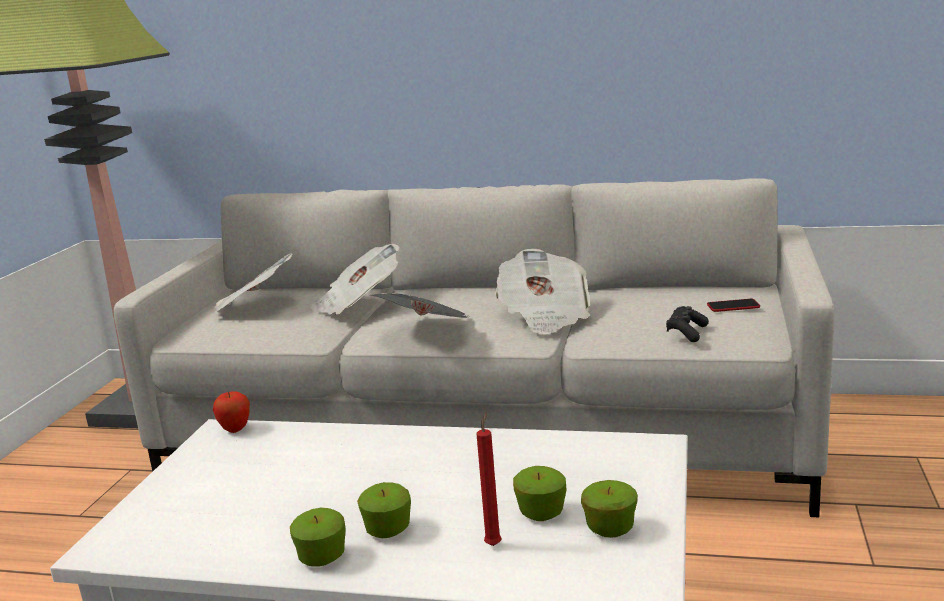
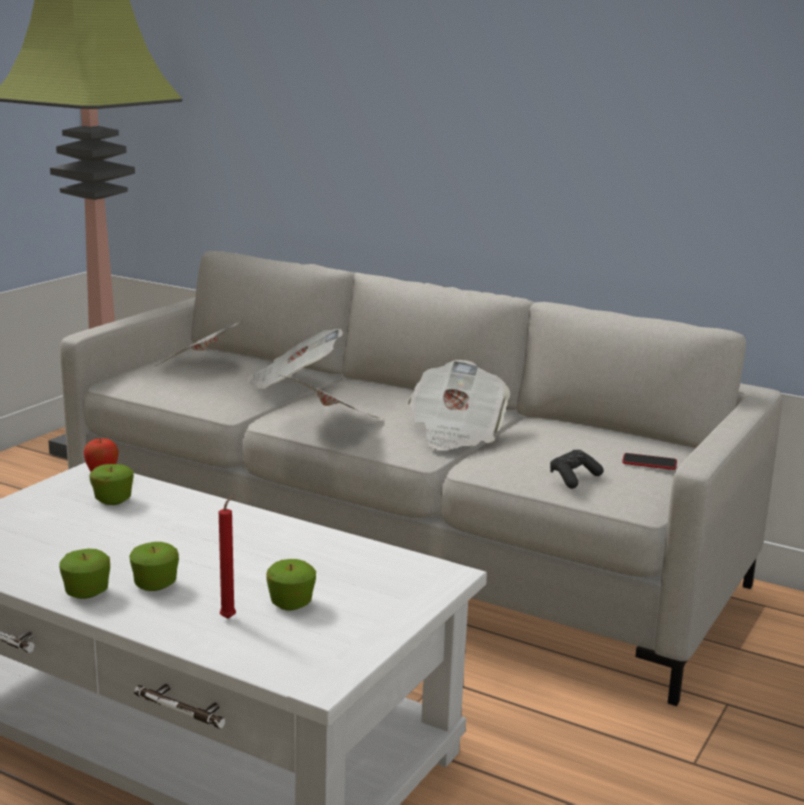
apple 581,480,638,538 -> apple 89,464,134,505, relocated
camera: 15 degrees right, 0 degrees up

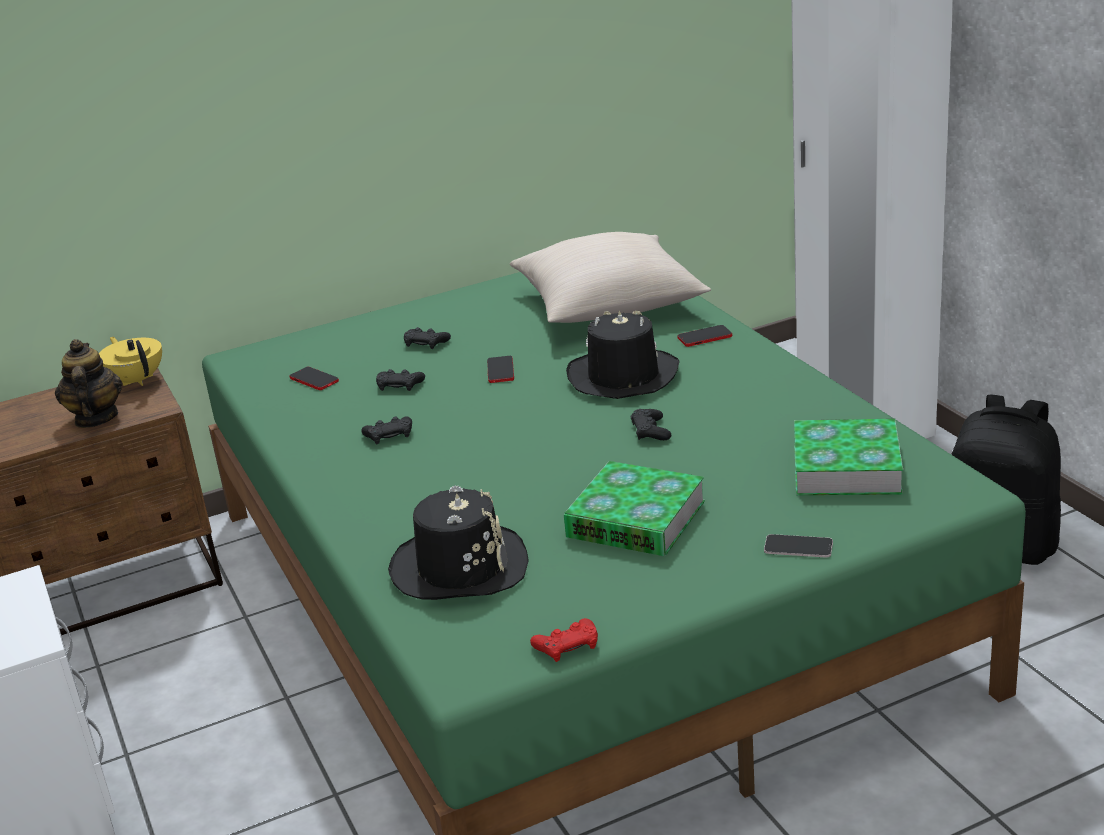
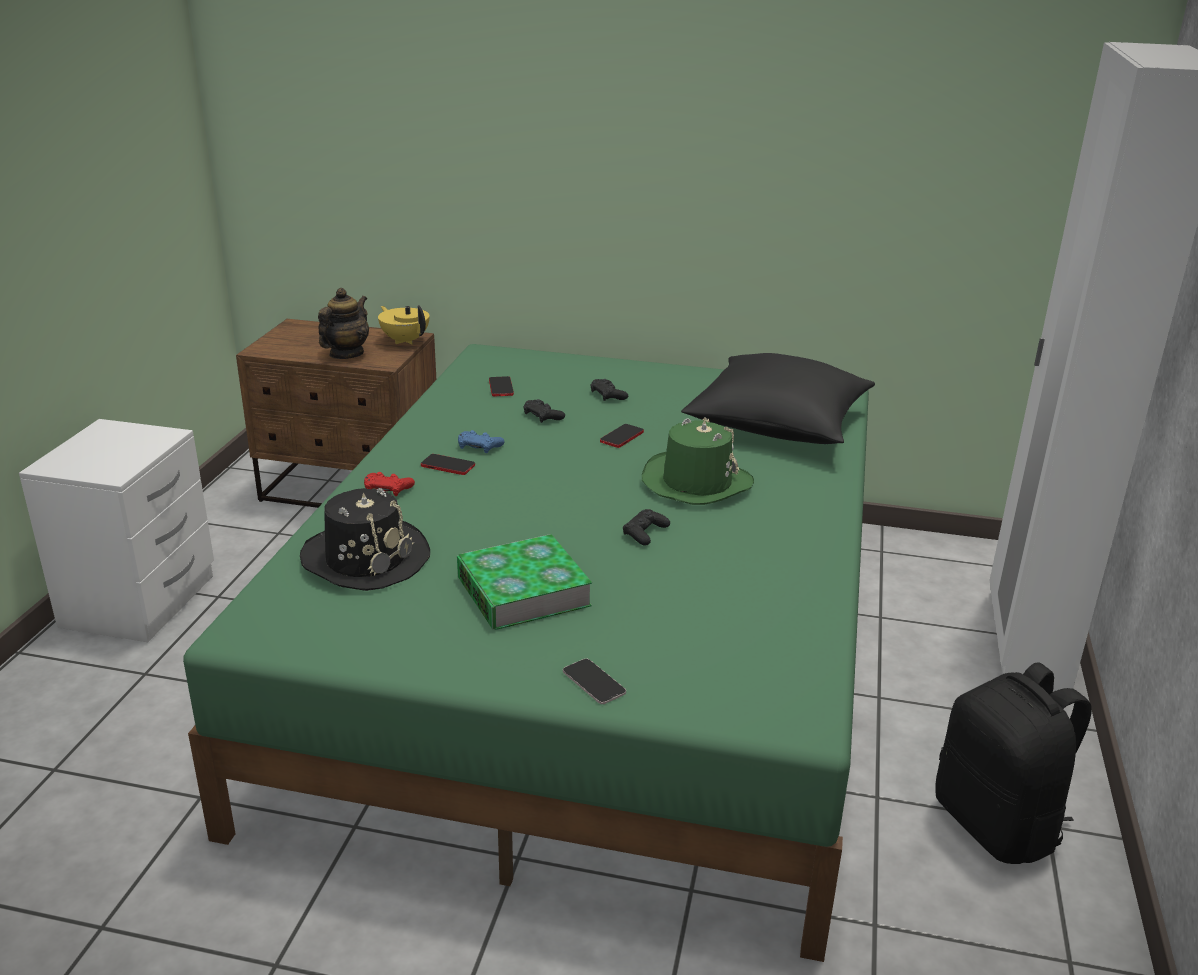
book 794,419,903,495 -> none
red_game_controller 530,618,598,662 -> red_game_controller 364,472,415,496, relocated
phone 677,325,732,347 -> phone 421,454,475,475, relocated
black_game_controller 361,416,412,444 -> blue_game_controller 458,430,505,453
beige_pillow 510,232,711,323 -> black_pillow 681,353,875,444
black_hat 566,310,680,399 -> green_hat 642,417,754,505
yellow_teapot 99,337,162,386 -> yellow_teapot 378,305,429,345, 45 degrees counterclockwise
camera: 35 degrees right, 0 degrees up

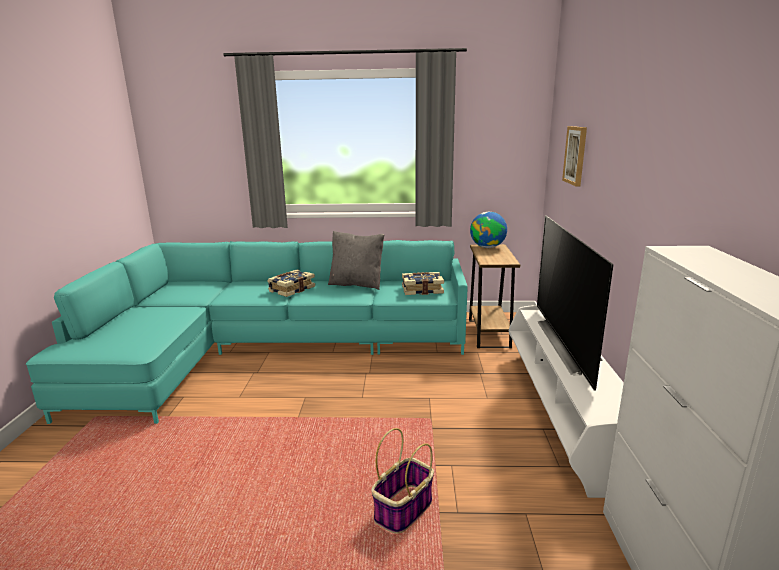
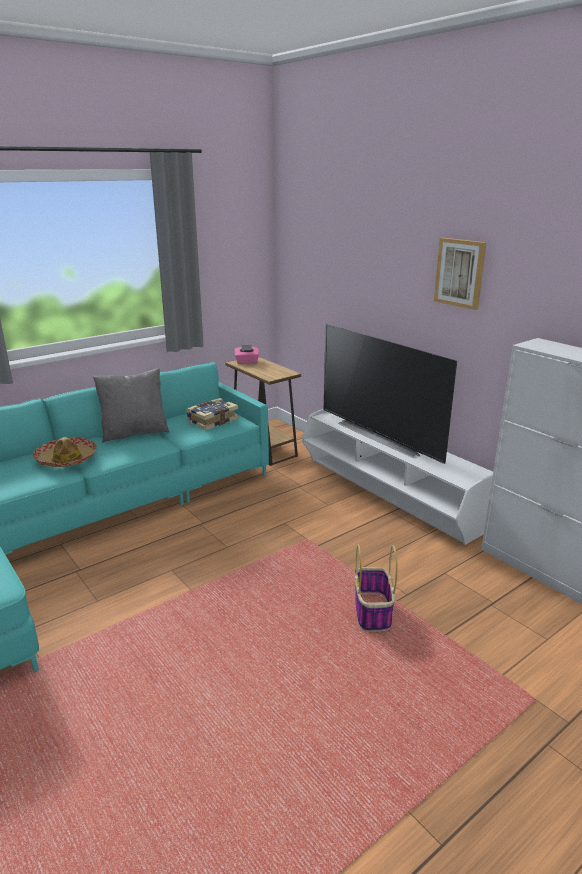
picture 562,126,587,186 -> picture 434,238,487,310, relocated
book 267,270,315,297 -> hat 33,437,97,467
globe 470,212,507,248 -> pink_tissue_box 234,345,259,364
camera: 40 degrees left, 5 degrees up

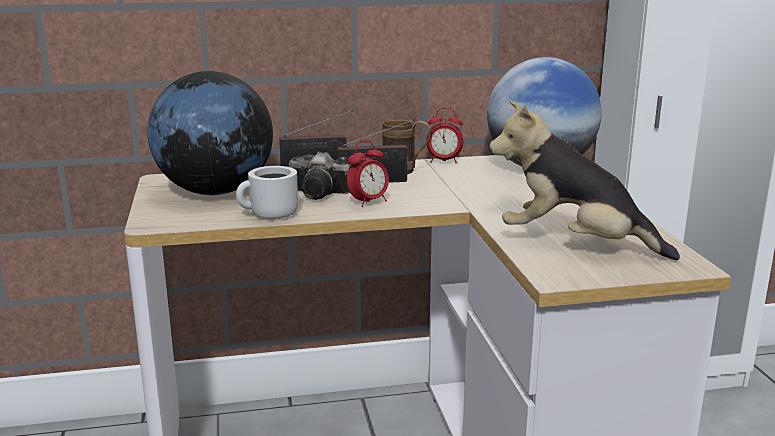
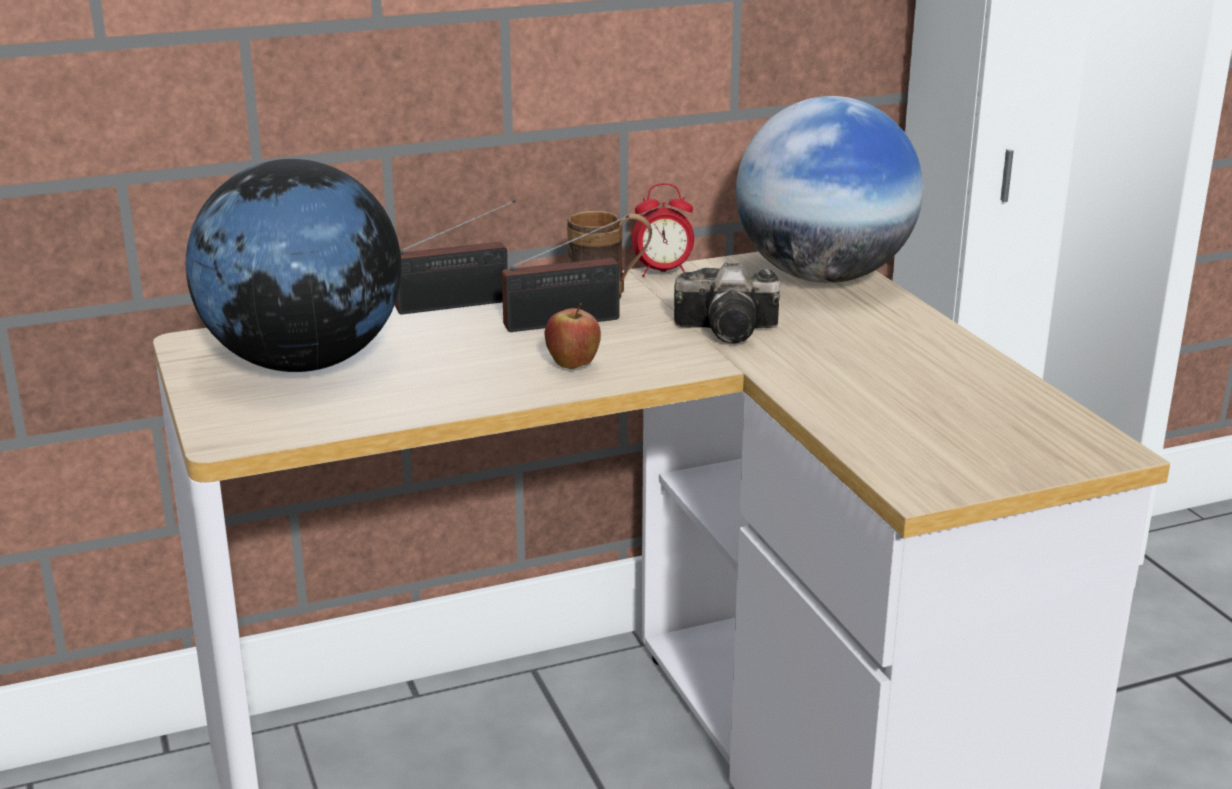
white_mug 236,166,298,219 -> none
plush_toy 489,100,680,260 -> none
photo_camera 289,152,351,200 -> photo_camera 674,262,780,343, relocated
alarm_clock 347,140,389,207 -> apple 544,303,601,369
camera: 10 degrees left, 5 degrees up

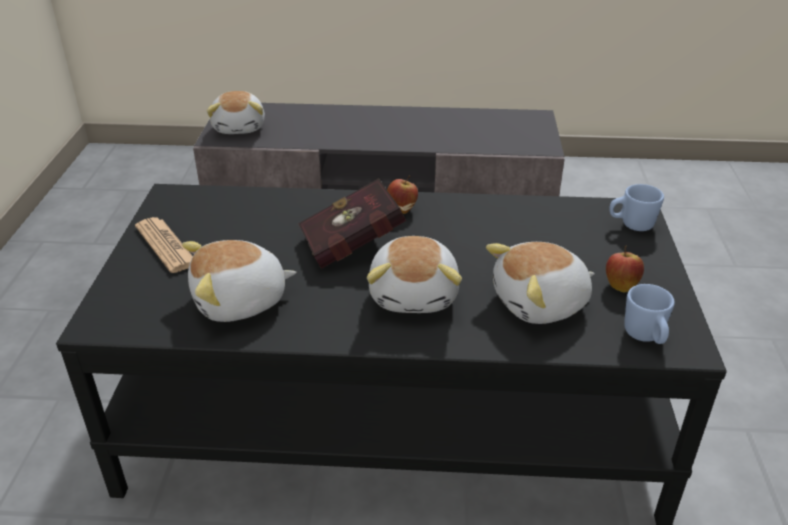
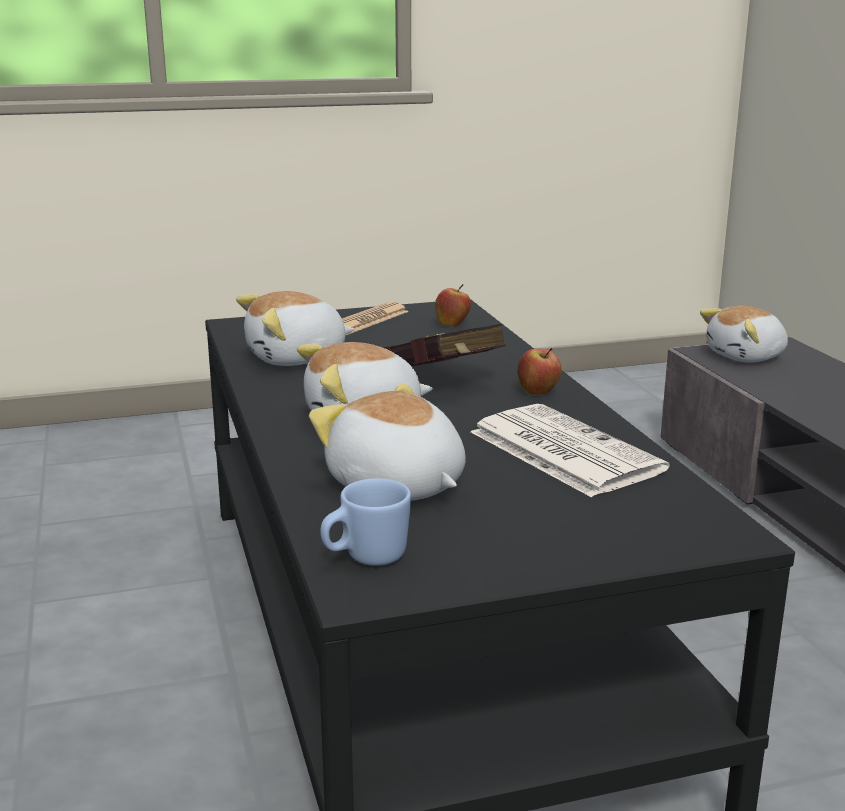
blue_mug 609,184,664,231 -> none
none -> newspaper 471,404,669,497
apple 606,246,644,292 -> apple 435,284,471,327, relocated
plush_toy 182,240,297,322 -> plush_toy 236,291,354,366, 75 degrees counterclockwise
camera: 70 degrees right, 15 degrees down

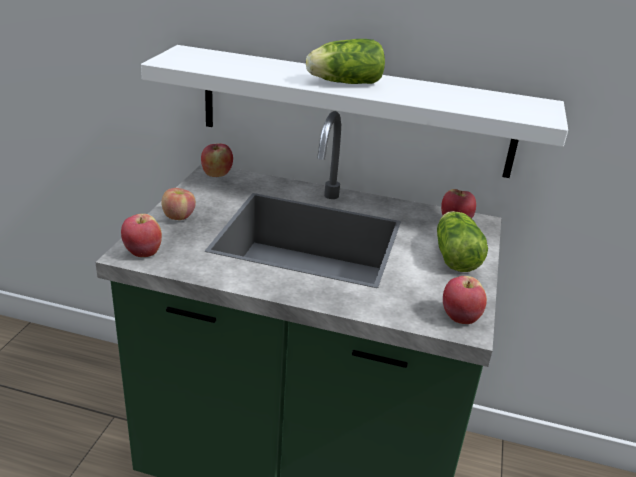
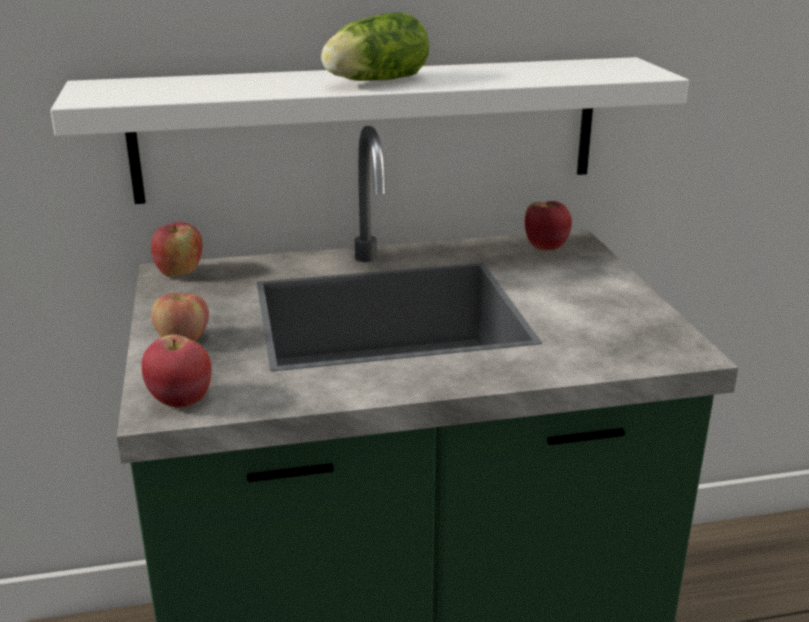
lettuce 437,211,488,272 -> none
apple 443,276,487,324 -> none
camera: 25 degrees left, 5 degrees down

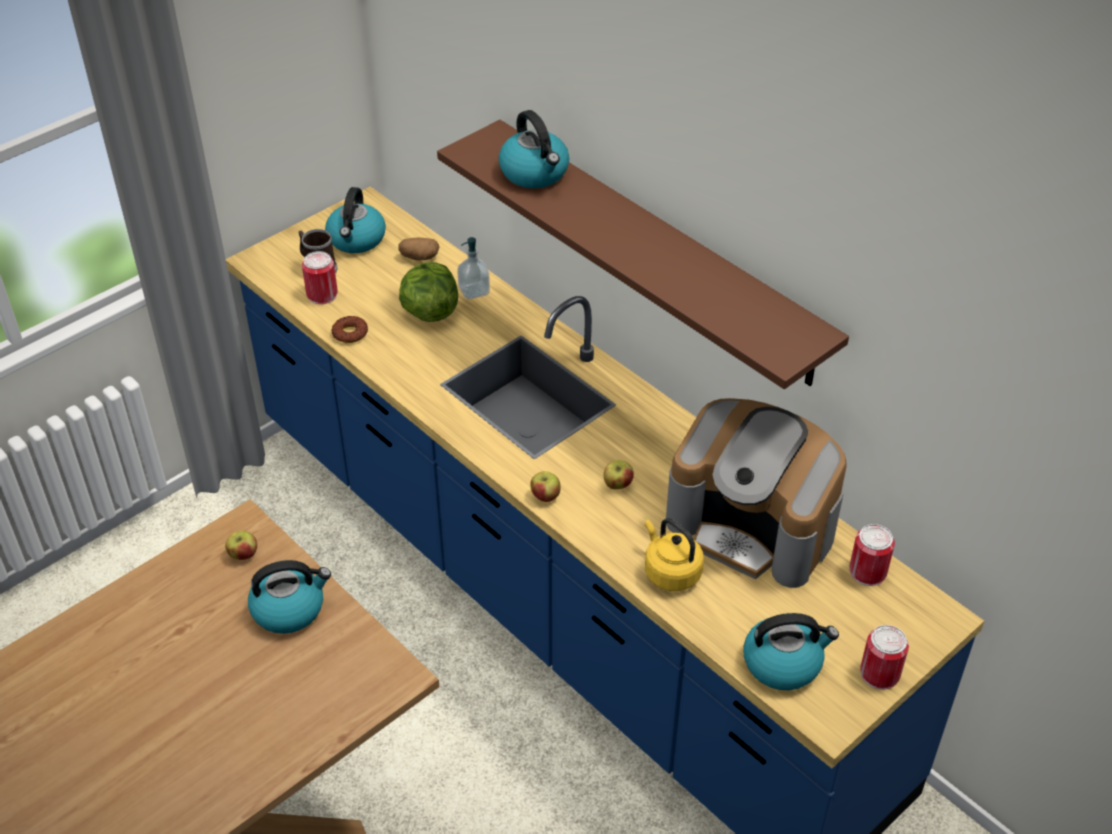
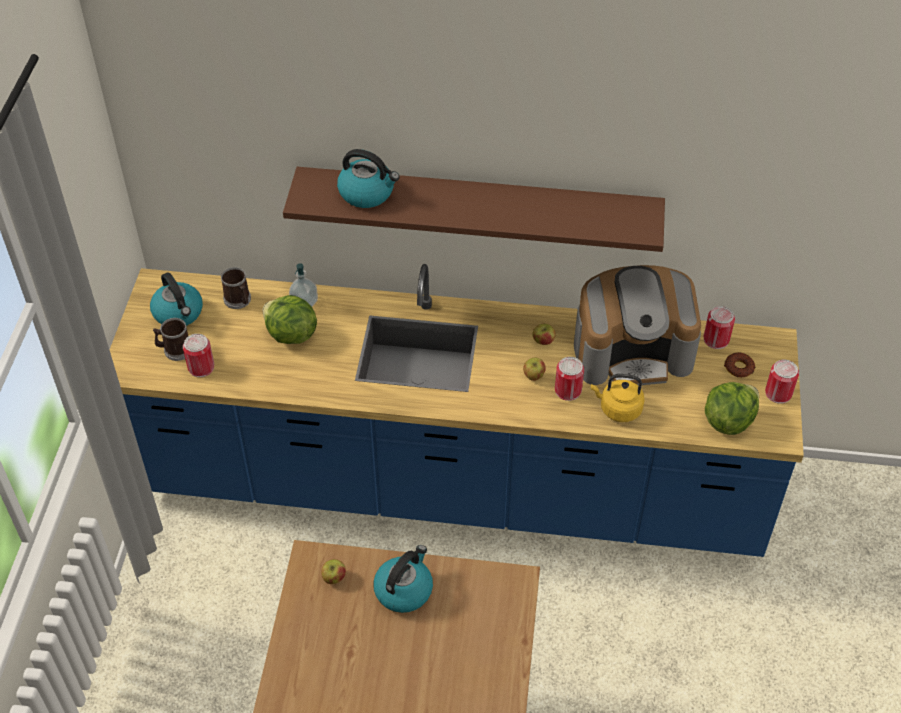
none -> can 555,357,584,401
donut 332,316,368,343 -> donut 724,352,755,377, relocated
apple 530,471,561,502 -> apple 532,324,556,345, relocated
potato 399,238,439,261 -> mug 221,267,251,309
kettle 743,613,839,690 -> lettuce 705,382,759,435
camera: 40 degrees left, 5 degrees up

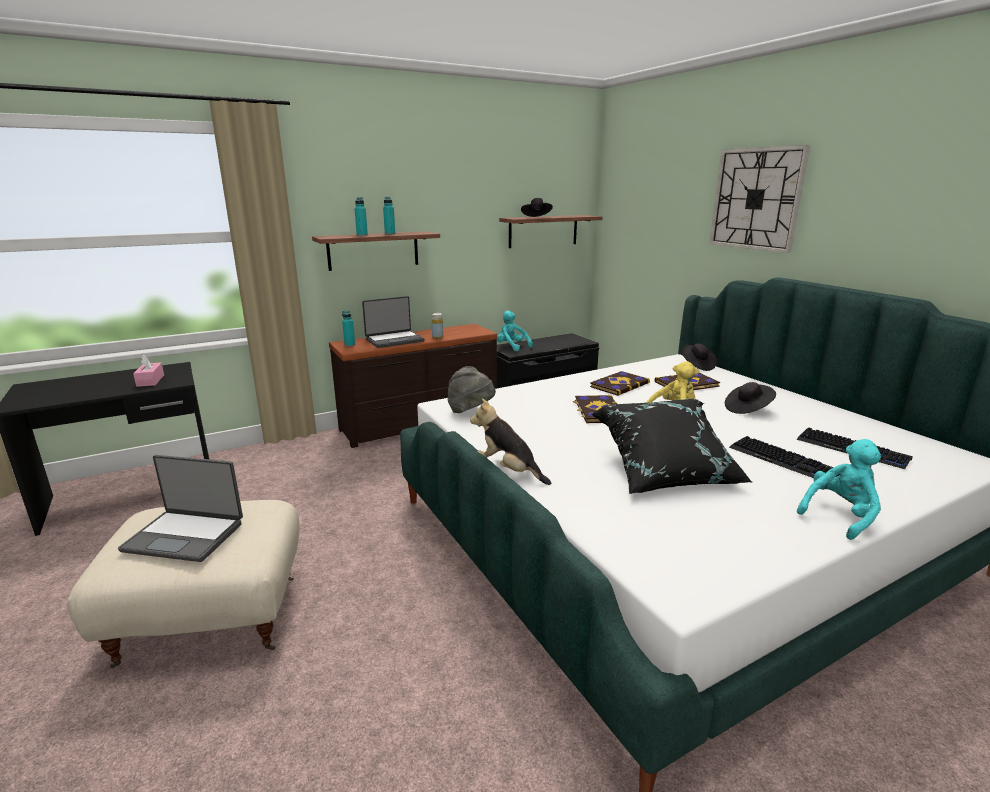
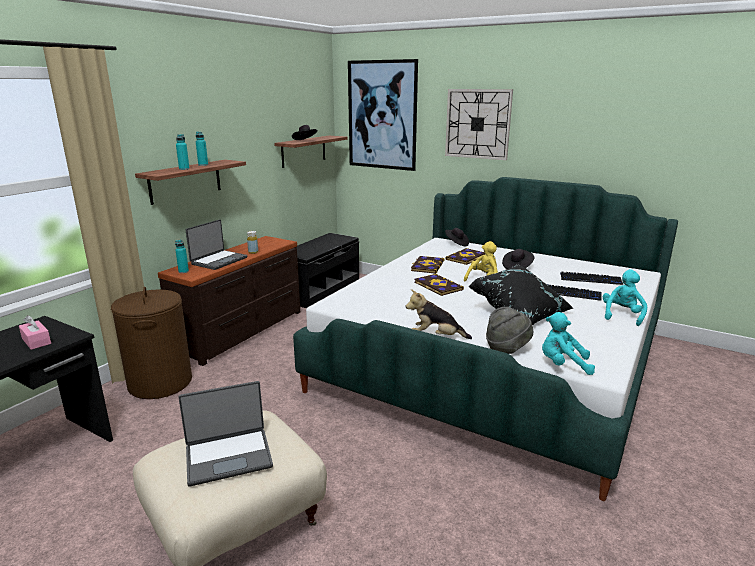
none -> brown_laundry_basket 111,287,192,399
none -> picture 348,59,418,171
grey_hat 447,366,496,413 -> grey_hat 486,307,533,354, relocated
turquoise_plush_toy 497,311,533,351 -> turquoise_plush_toy 542,312,595,375, relocated
camera: 30 degrees left, 0 degrees up

